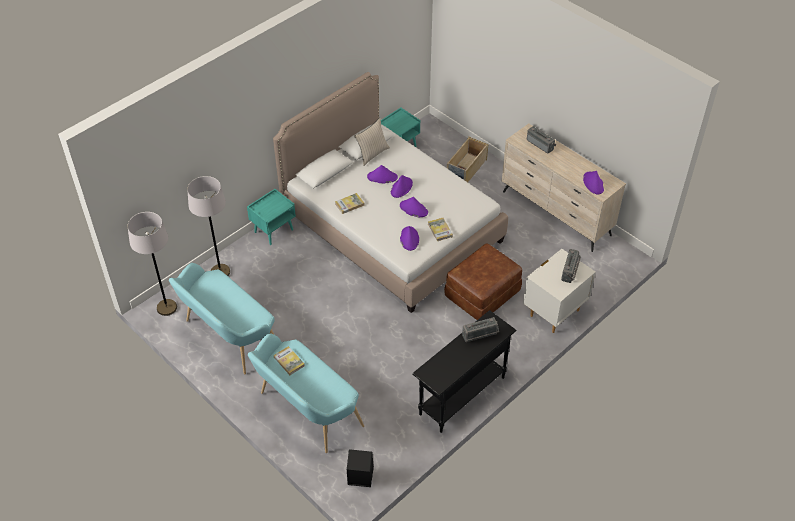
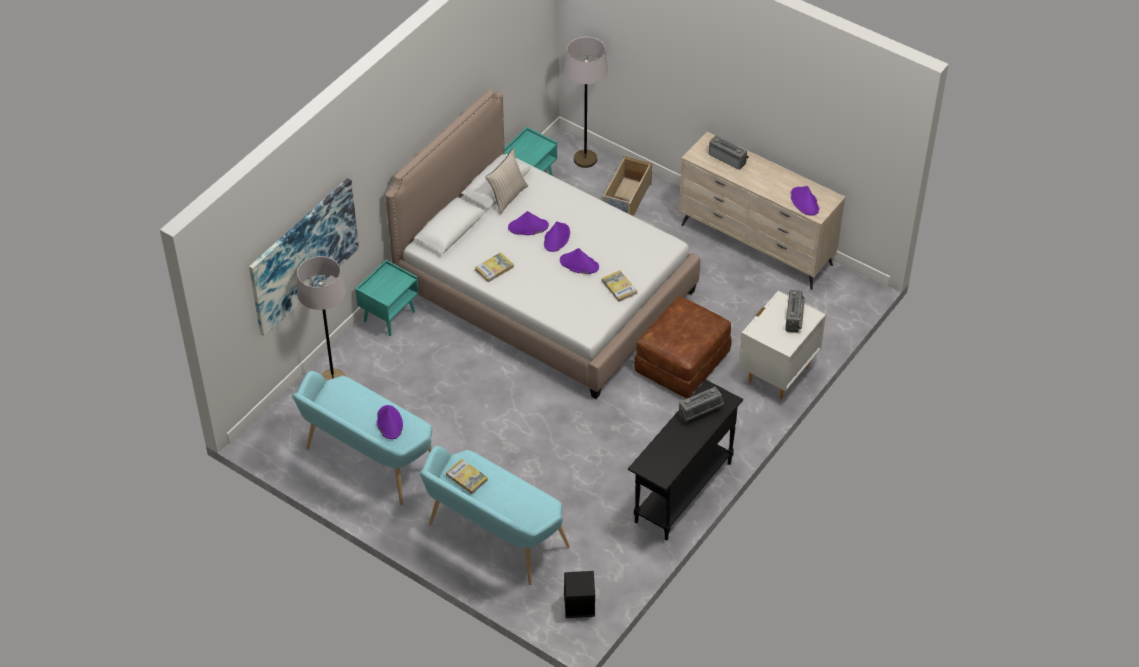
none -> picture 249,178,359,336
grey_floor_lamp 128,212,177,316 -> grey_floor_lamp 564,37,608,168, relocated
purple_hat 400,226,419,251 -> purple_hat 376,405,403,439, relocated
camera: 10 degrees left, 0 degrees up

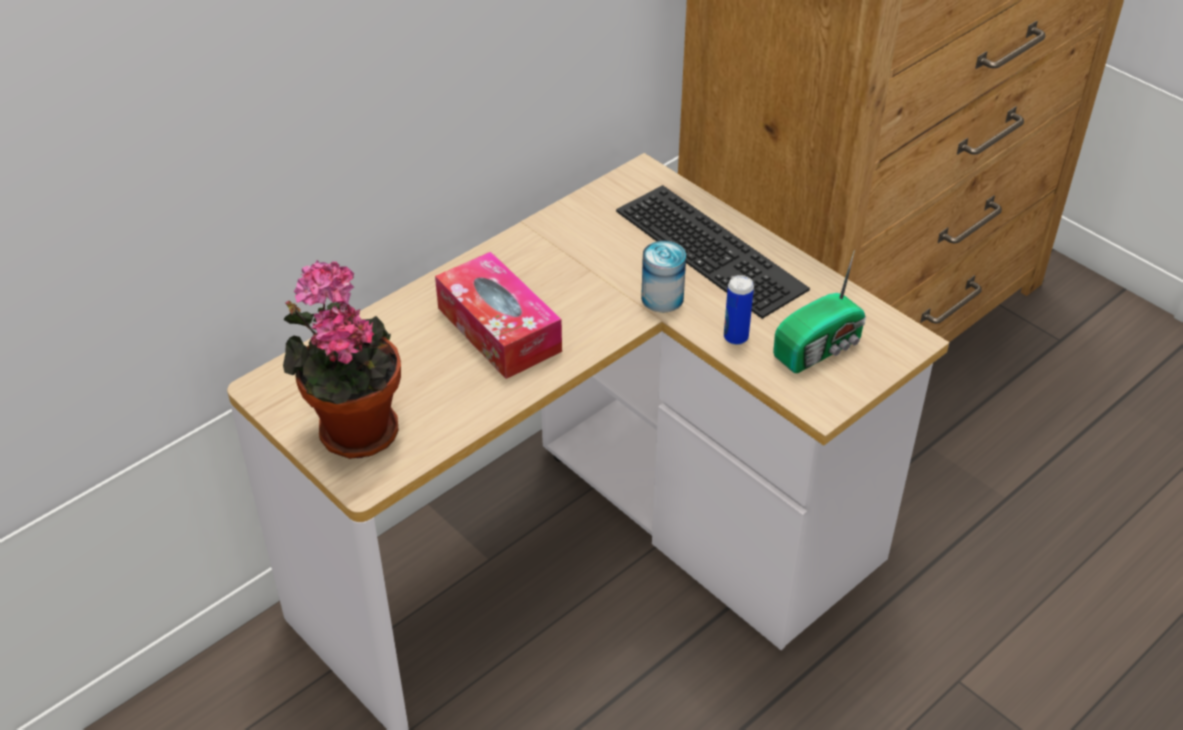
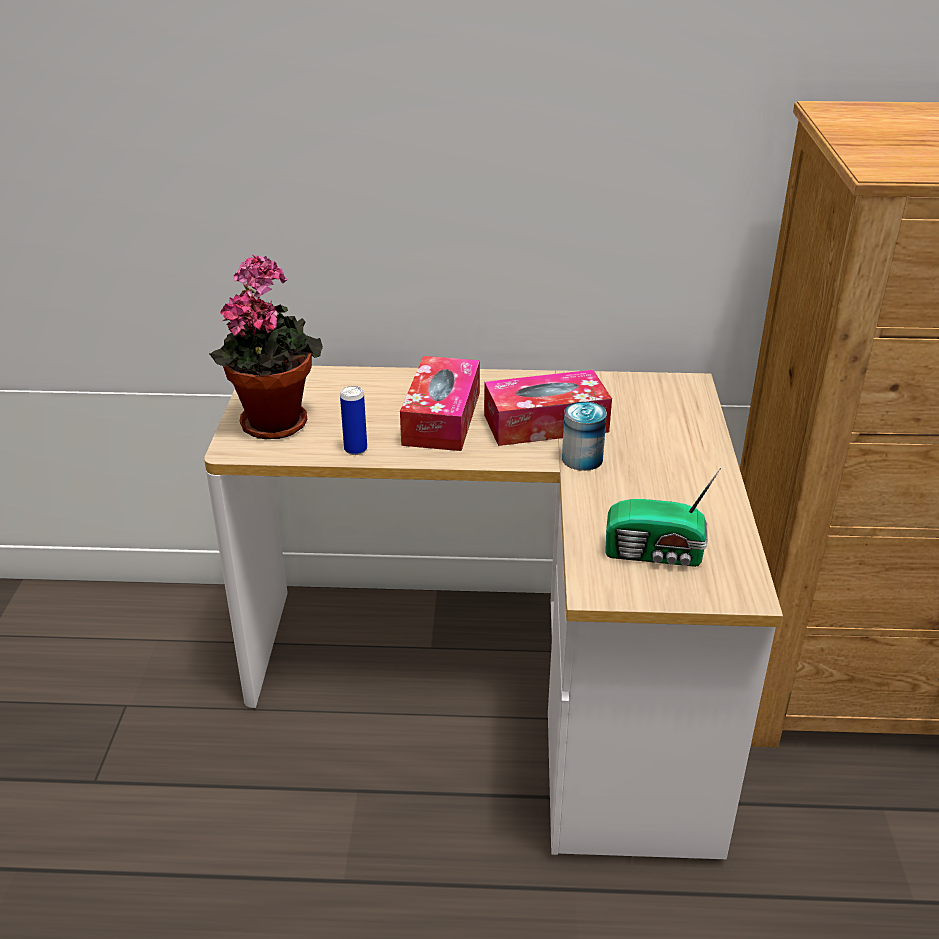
keyboard 616,185,810,319 -> none
none -> tissue_box 484,370,612,446
can 724,275,754,345 -> can 340,386,367,455, relocated
camera: 45 degrees right, 10 degrees down

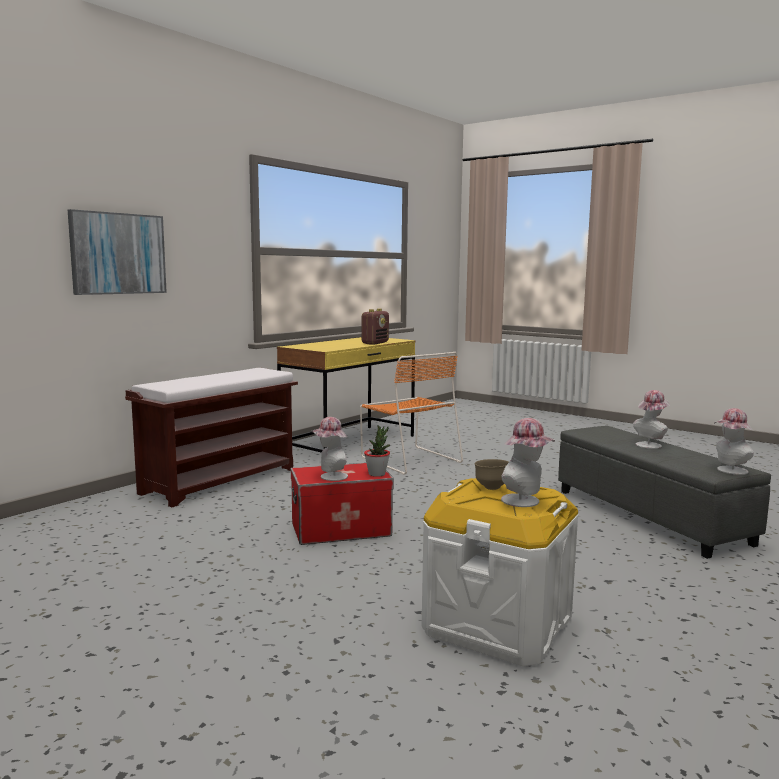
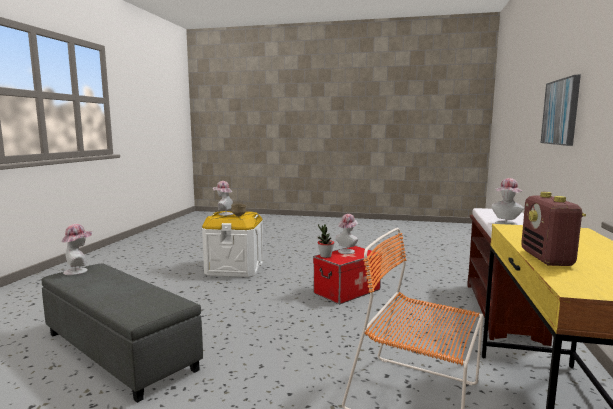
hat 633,390,670,449 -> hat 492,178,524,225, relocated
camera: 155 degrees right, 0 degrees up

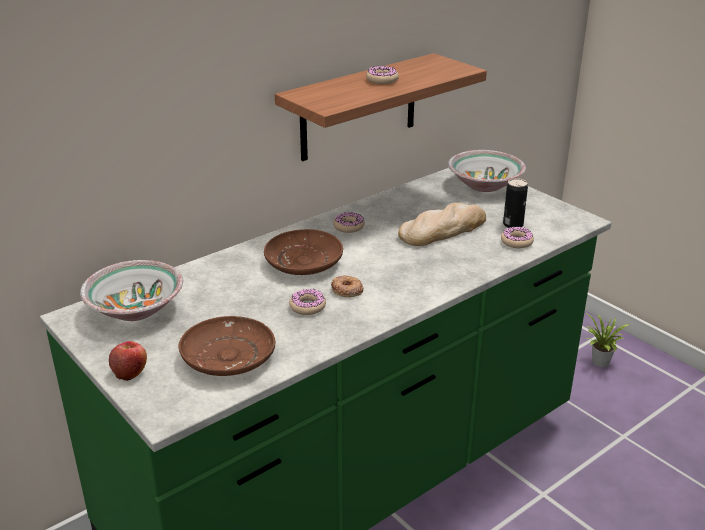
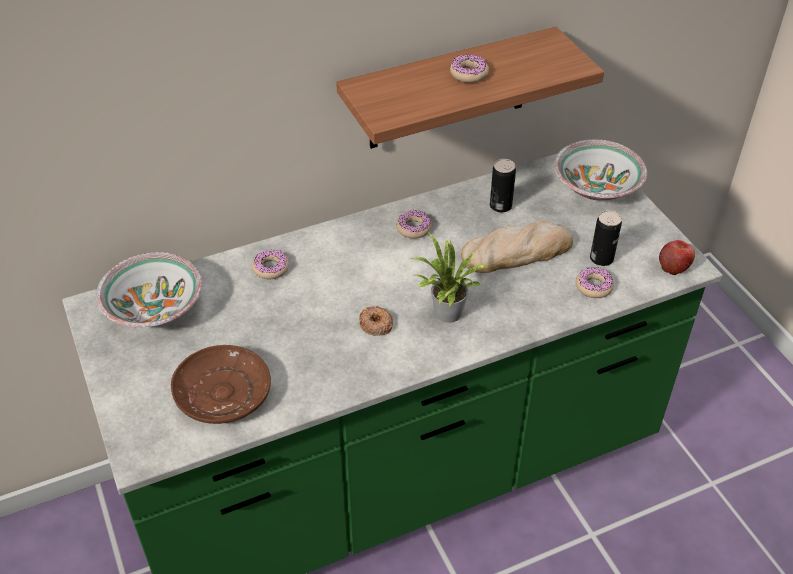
brown_plate 264,229,343,275 -> none
none -> can 490,159,516,213
apple 109,341,147,381 -> apple 659,240,695,275, relocated
donut 289,289,326,315 -> donut 252,250,289,279, relocated
potted_plant 585,313,630,367 -> potted_plant 409,232,488,323, relocated
camera: 15 degrees right, 15 degrees up

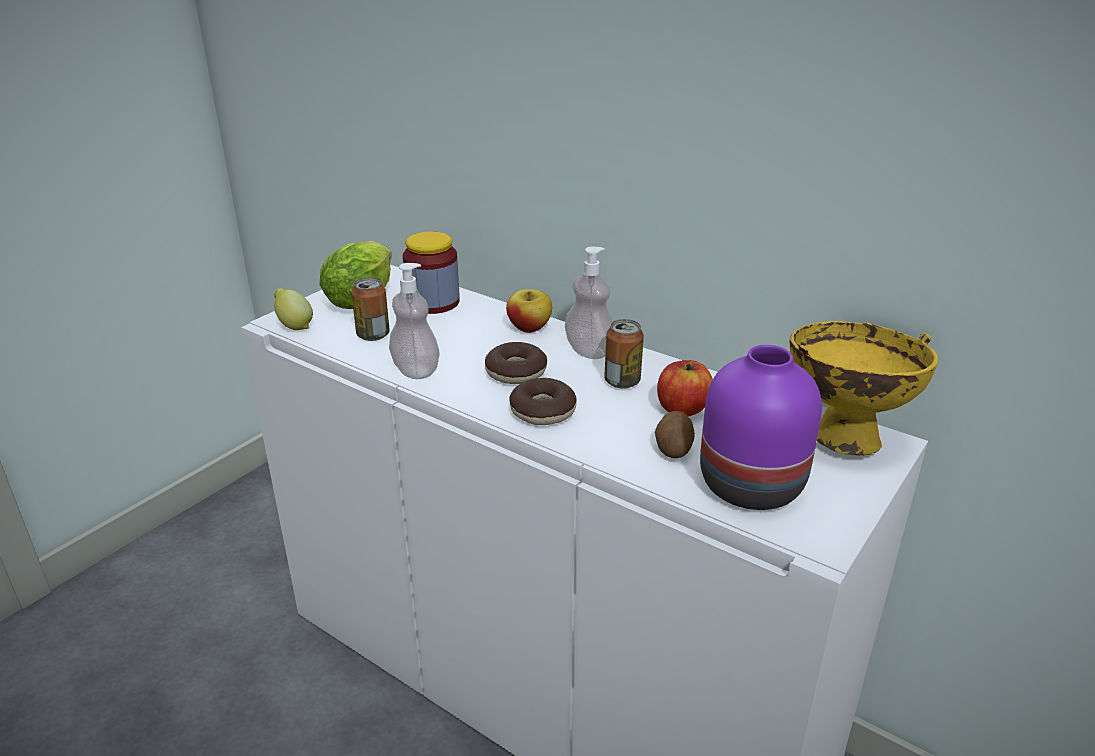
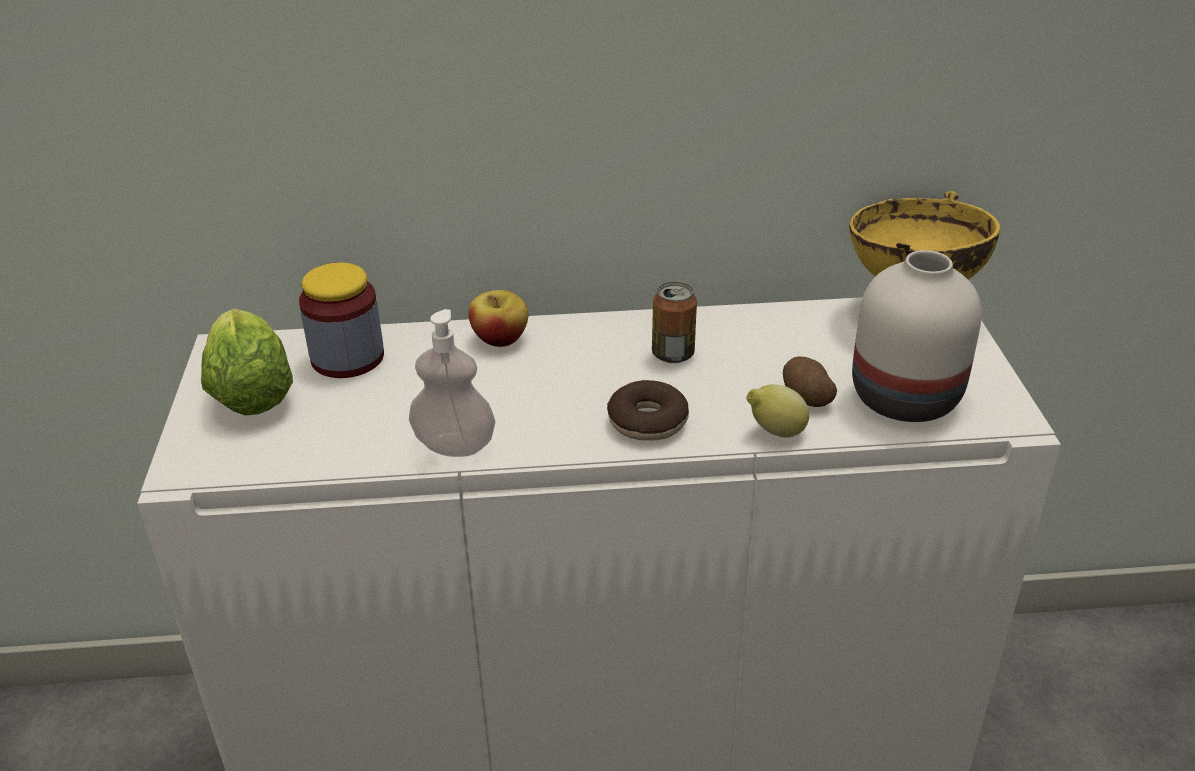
can 351,277,390,341 -> none
donut 485,342,547,384 -> none
soap_dispenser 565,247,613,359 -> none
apple 657,360,713,417 -> none
lemon 274,288,313,330 -> lemon 746,384,809,438, relocated
purple_vase 700,345,822,510 -> white_vase 852,250,982,422
camera: 40 degrees left, 5 degrees up

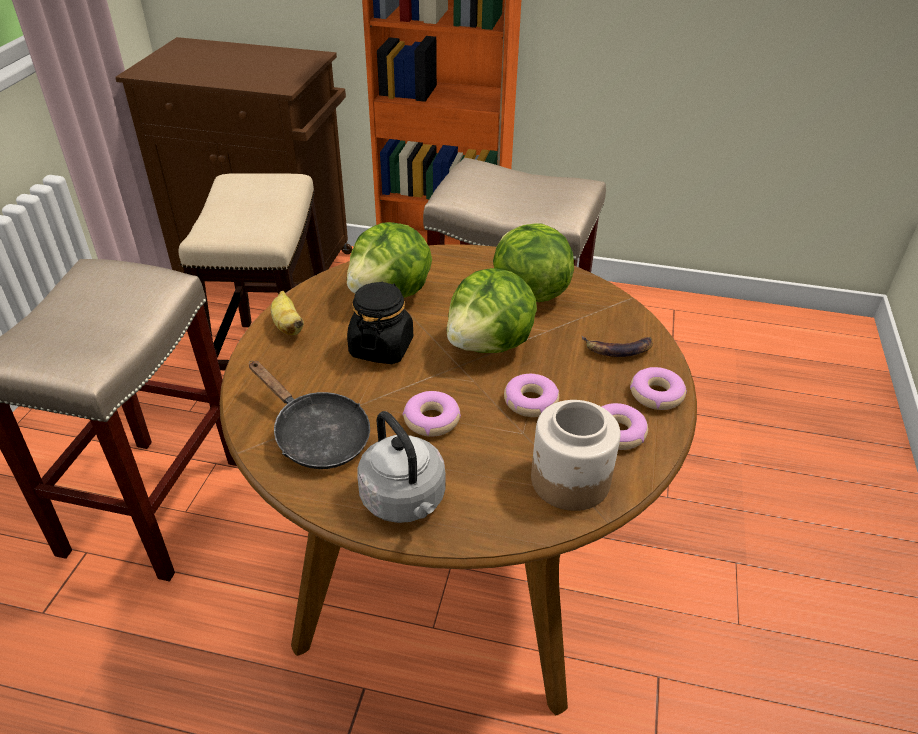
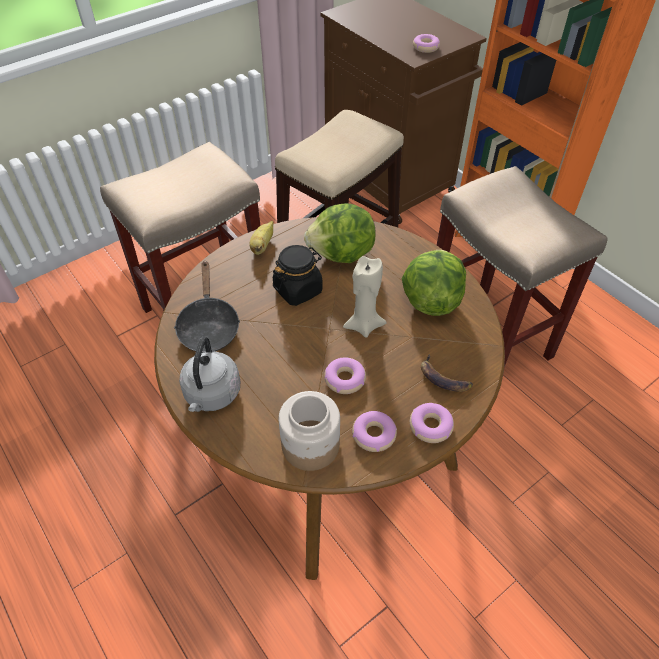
donut 403,391,461,437 -> donut 413,34,440,53, relocated
lettuce 447,268,537,353 -> beige_candle 343,256,387,338
camera: 40 degrees right, 10 degrees up

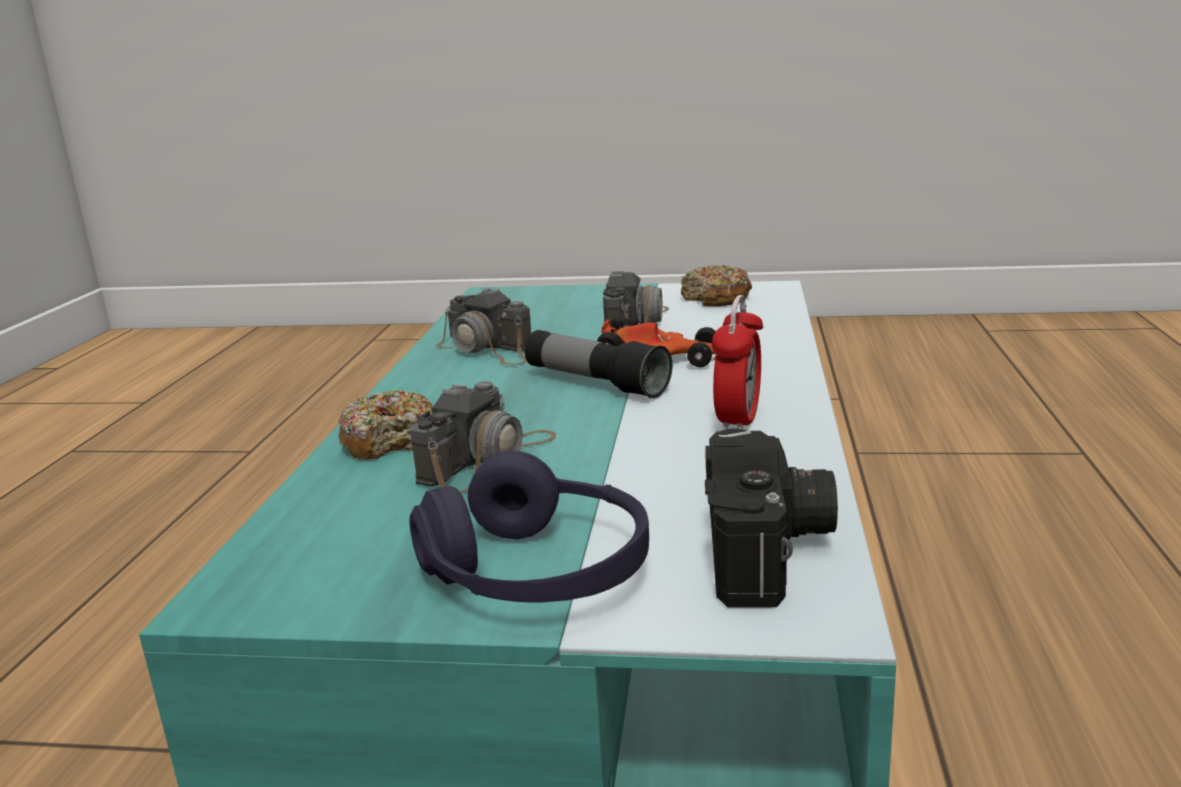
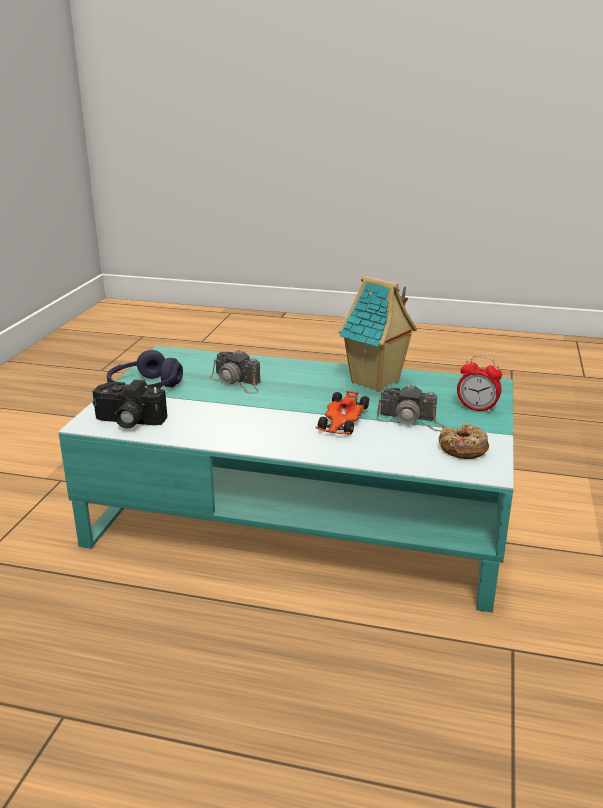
donut 338,390,433,460 -> none
flashlight 525,330,672,399 -> none
alarm_clock 712,295,763,430 -> alarm_clock 457,355,502,413, relocated
photo_camera 436,287,531,365 -> toy_house 338,276,417,392
camera: 95 degrees right, 5 degrees up

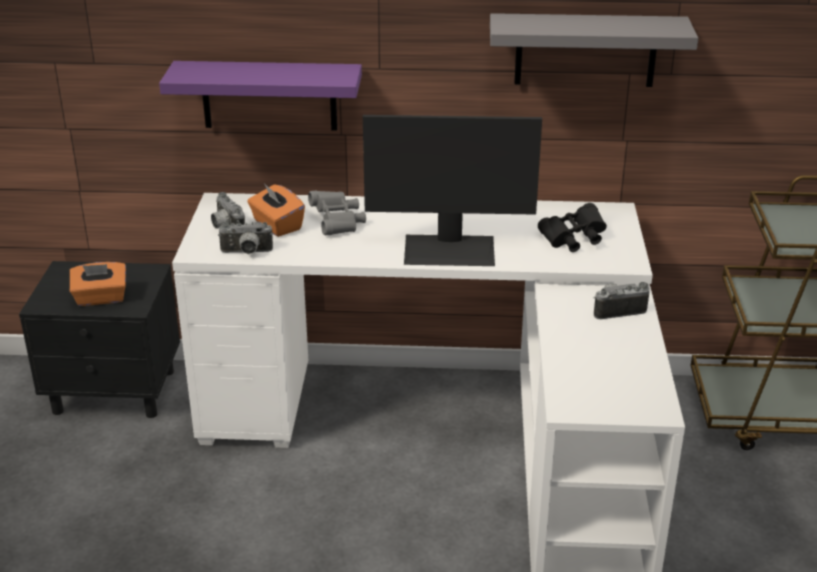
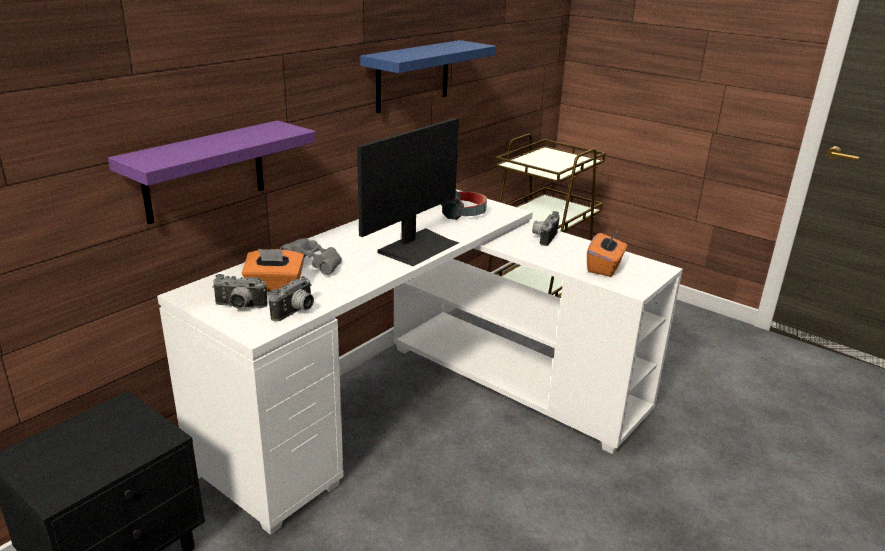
orange_tissue_box 70,262,126,306 -> orange_tissue_box 587,231,627,277, relocated
black_binoculars 538,203,607,252 -> headphones 440,190,487,220
grey_shelf 490,13,698,87 -> blue_shelf 360,40,496,113
camera: 55 degrees left, 5 degrees down

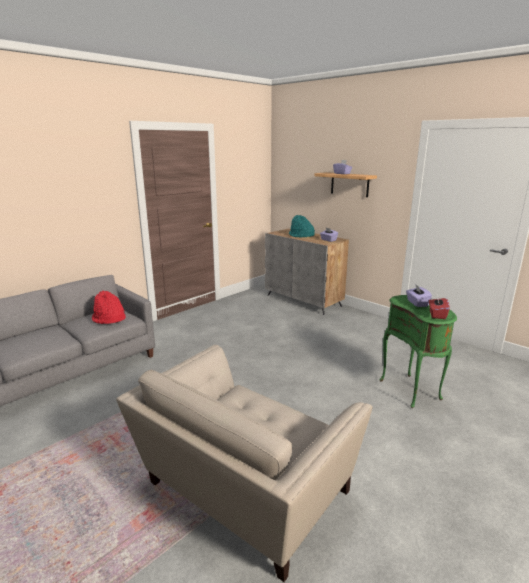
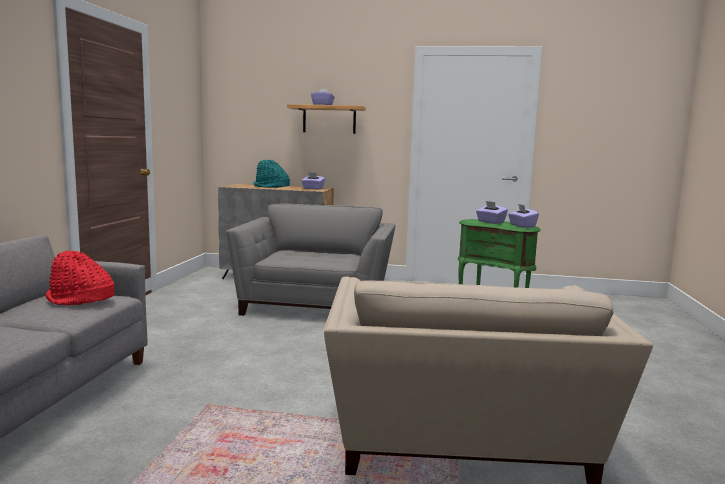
none -> grey_armchair 226,203,395,316
red_tissue_box 429,296,450,319 -> purple_tissue_box 508,204,539,228
camera: 35 degrees left, 10 degrees down

